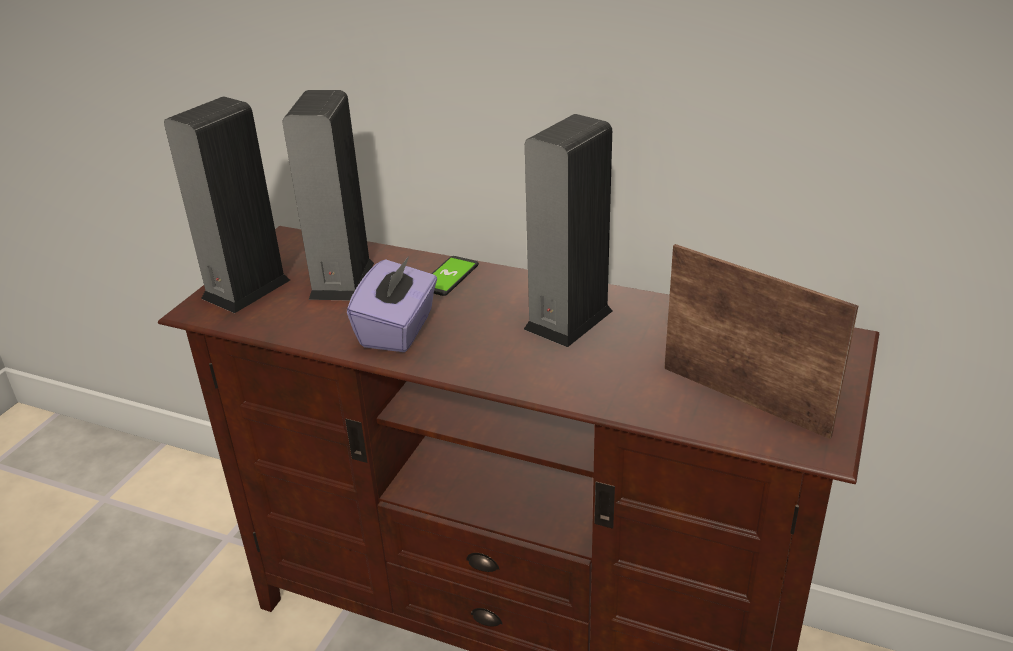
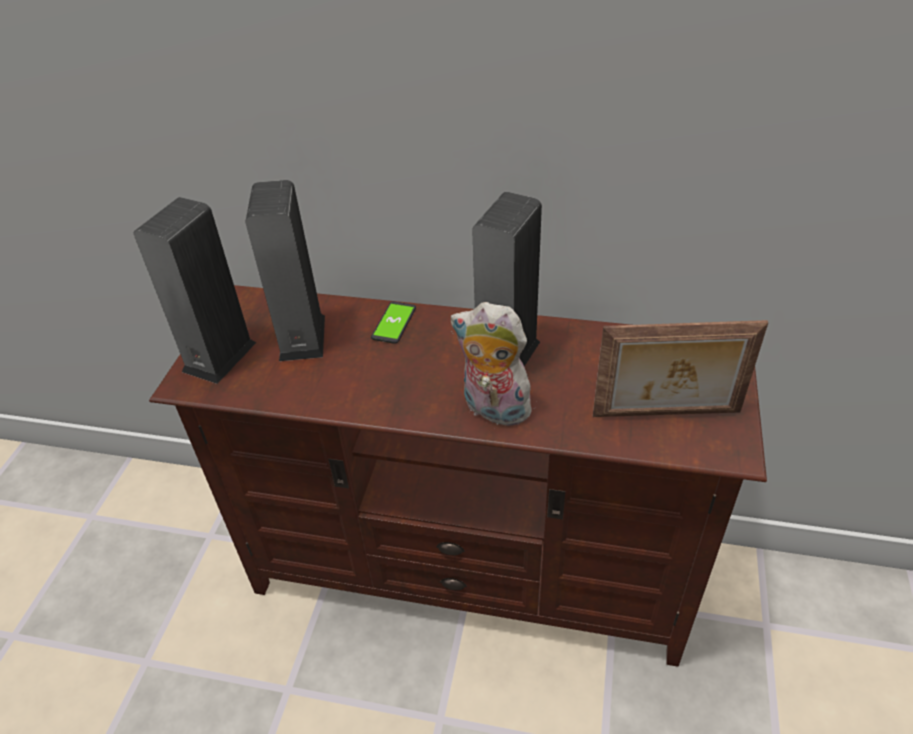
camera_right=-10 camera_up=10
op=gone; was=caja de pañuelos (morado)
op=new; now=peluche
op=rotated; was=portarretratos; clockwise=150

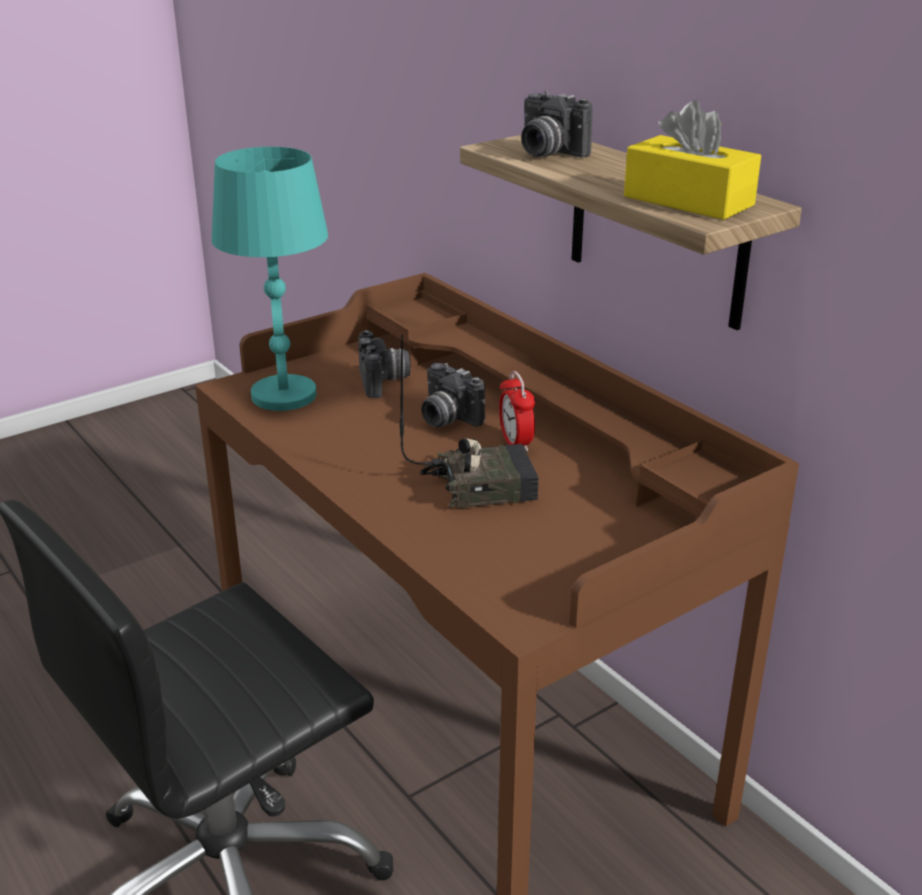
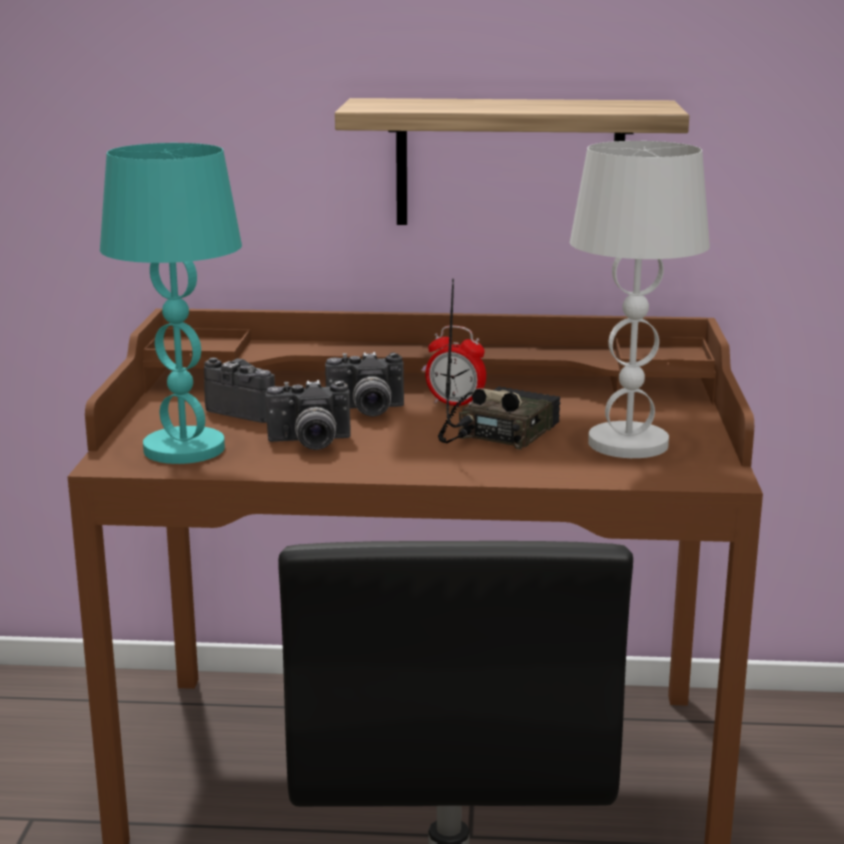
camera_right=-50 camera_up=-10
op=gone; was=caja de pañuelos (amarillo)
op=new; now=lámpara de mesa (blanco)
op=shifted; was=cámara (no. 3 from left in the first image); now=cámara (no. 2 from left)

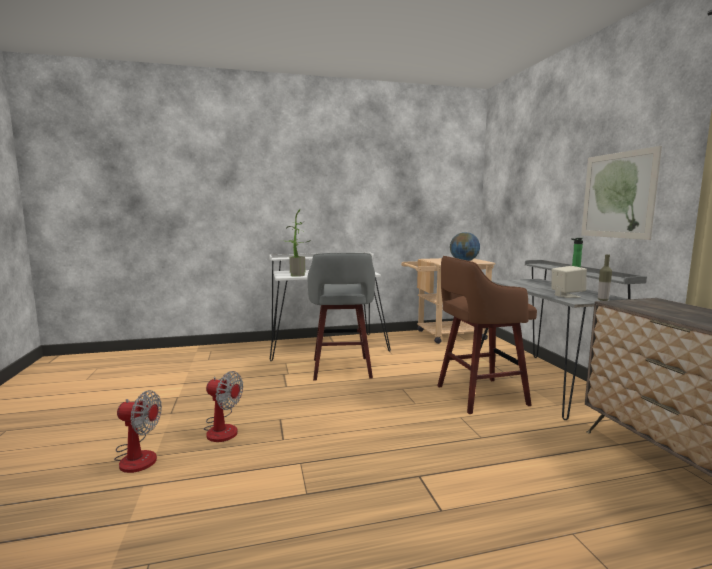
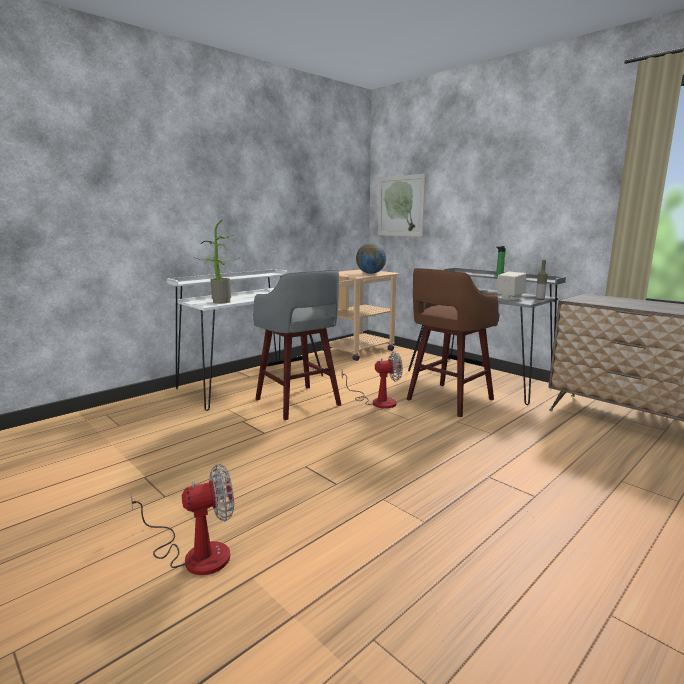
camera_right=-30 camera_up=5
op=shifted; was=ventilador (no. 2 from left)
op=shifted; was=cuadro

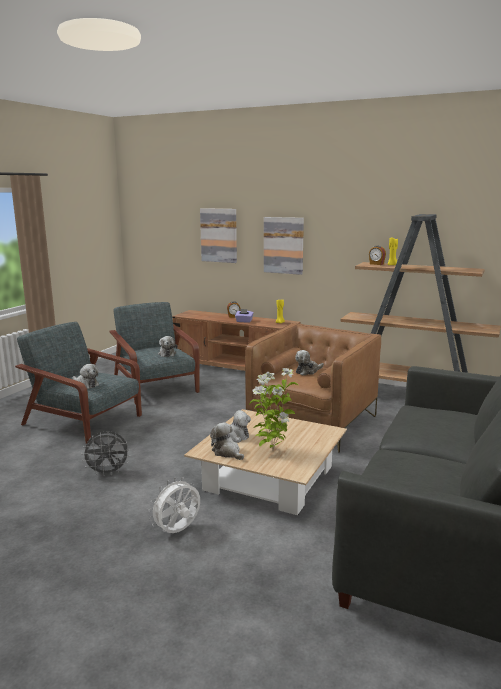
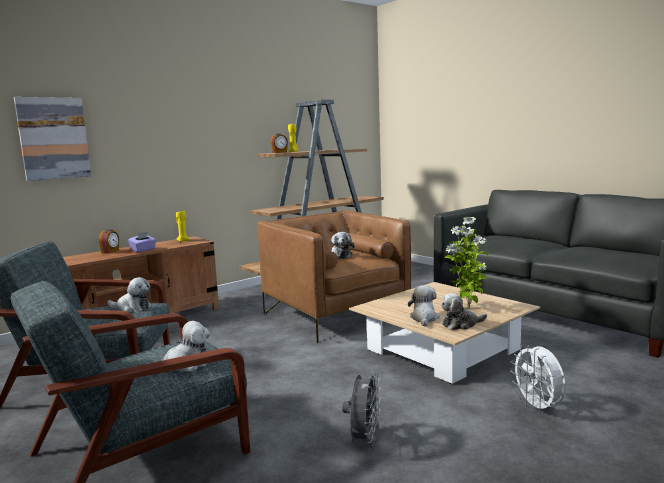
camera_right=-65 camera_up=-5
op=gone; was=cuadro (no. 2 from left)

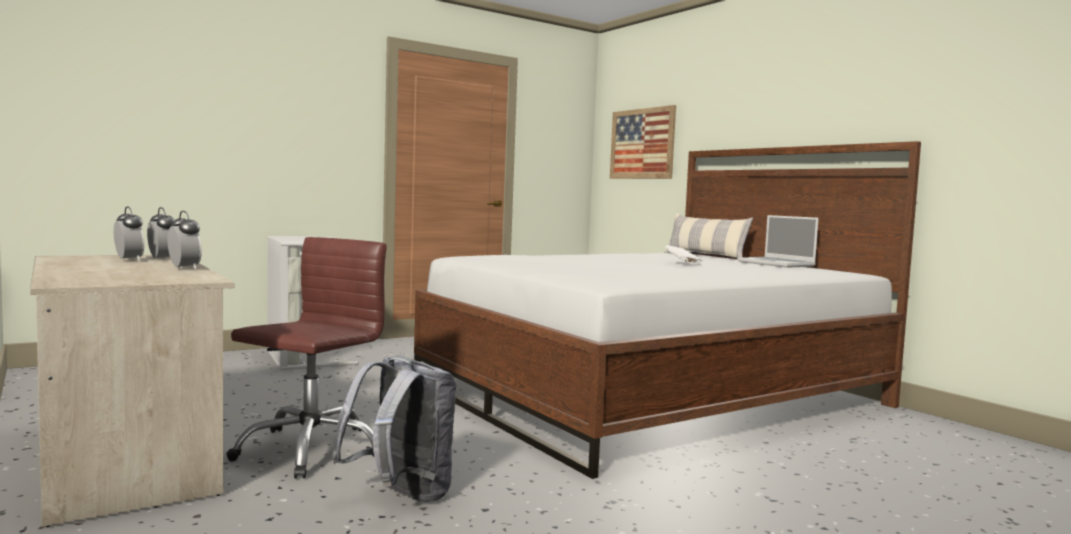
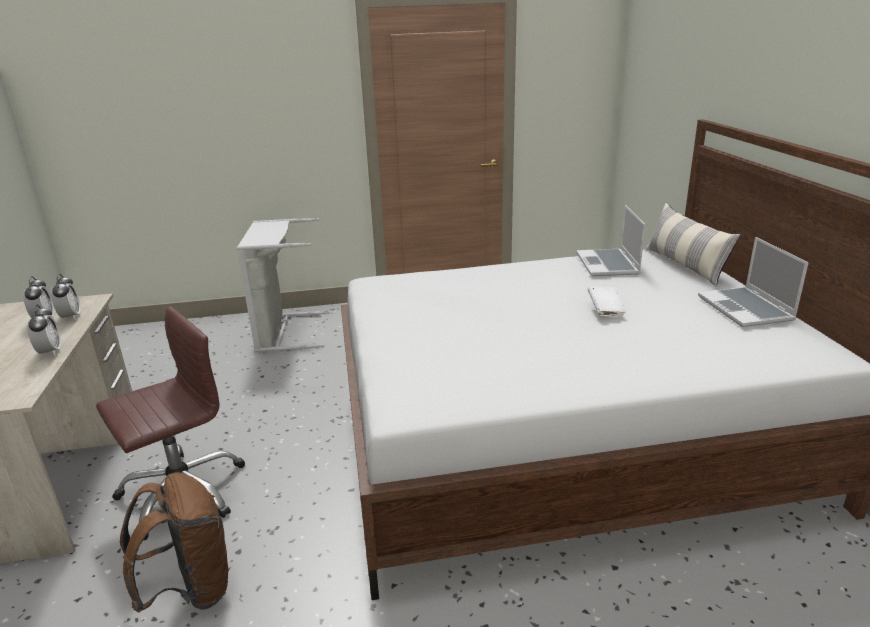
camera_right=25 camera_up=20
op=gone; was=cuadro
op=new; now=portátil (no. 1 from left)
op=repainted; was=mochila (gris); now=mochila (marrón)

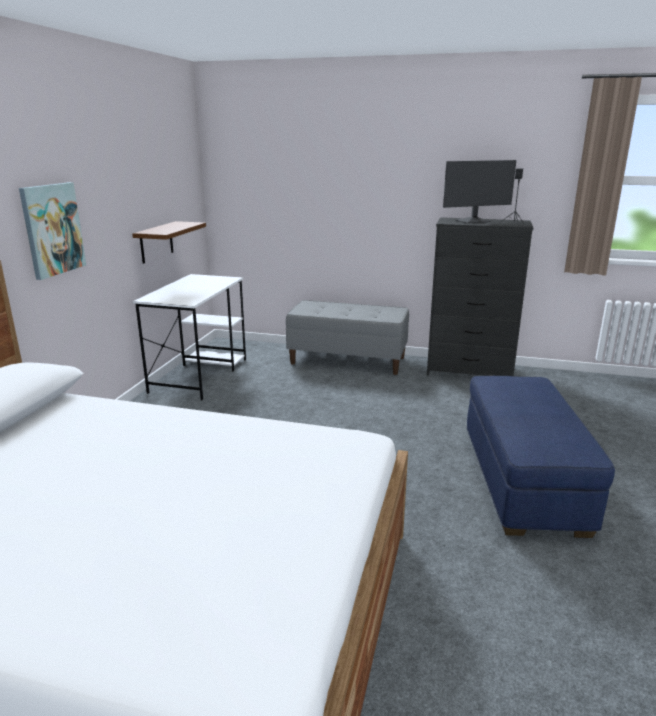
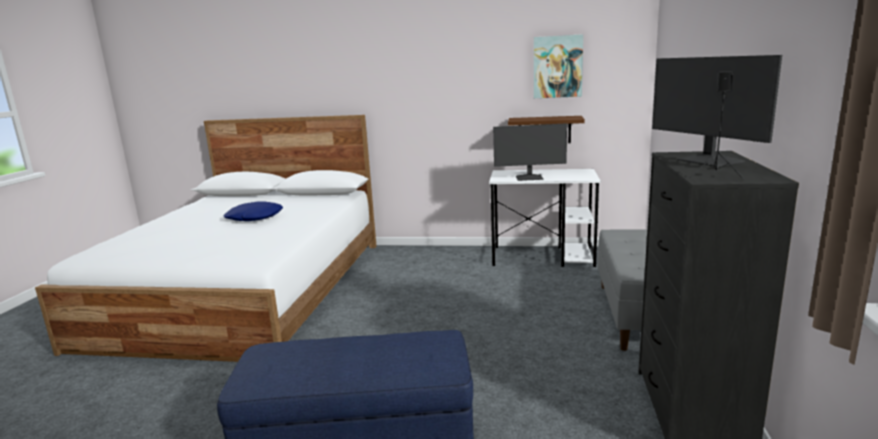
camera_right=85 camera_up=-5
op=new; now=cojín (azul)
op=new; now=monitor (no. 1 from left)
op=shifted; was=cuadro

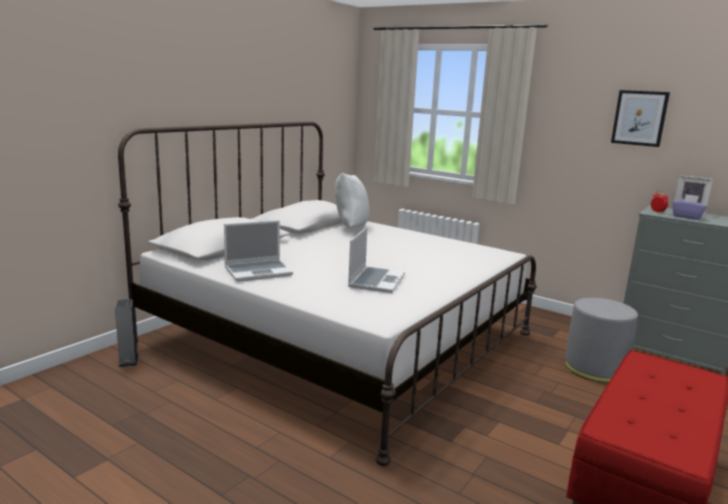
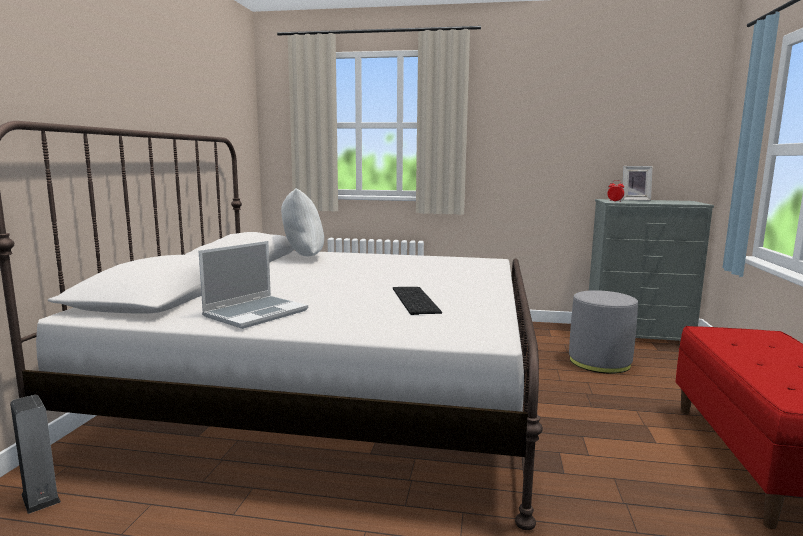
camera_right=-25 camera_up=-5
op=gone; was=cuadro
op=gone; was=caja de pañuelos (morado)
op=swapped; was=portátil (no. 2 from left); now=teclado

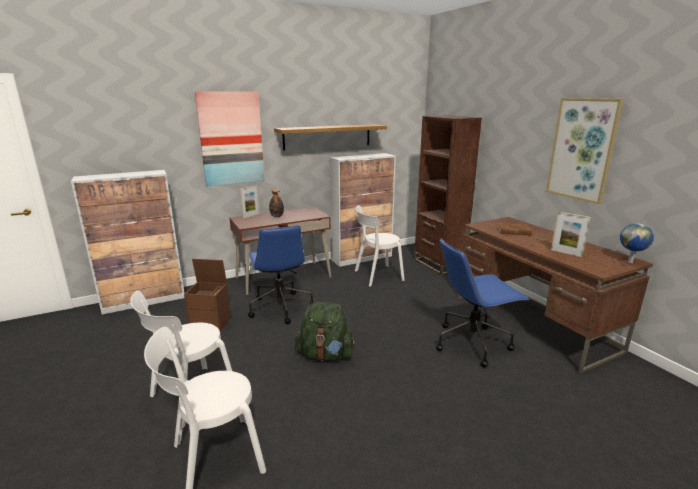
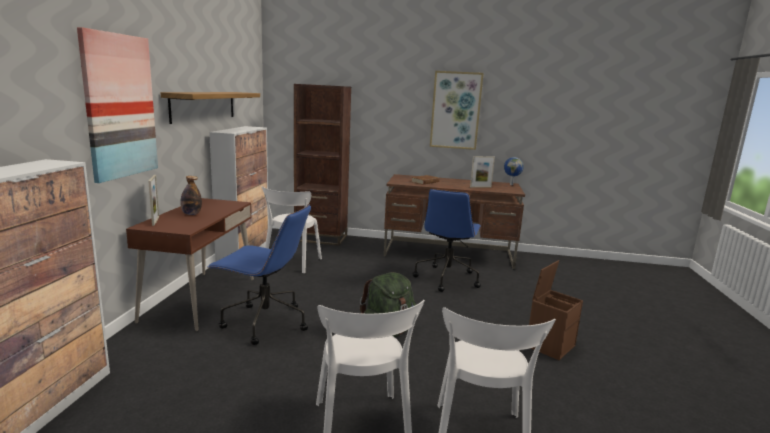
camera_right=-55 camera_up=-5
op=shifted; was=caja de almacenaje (marrón)

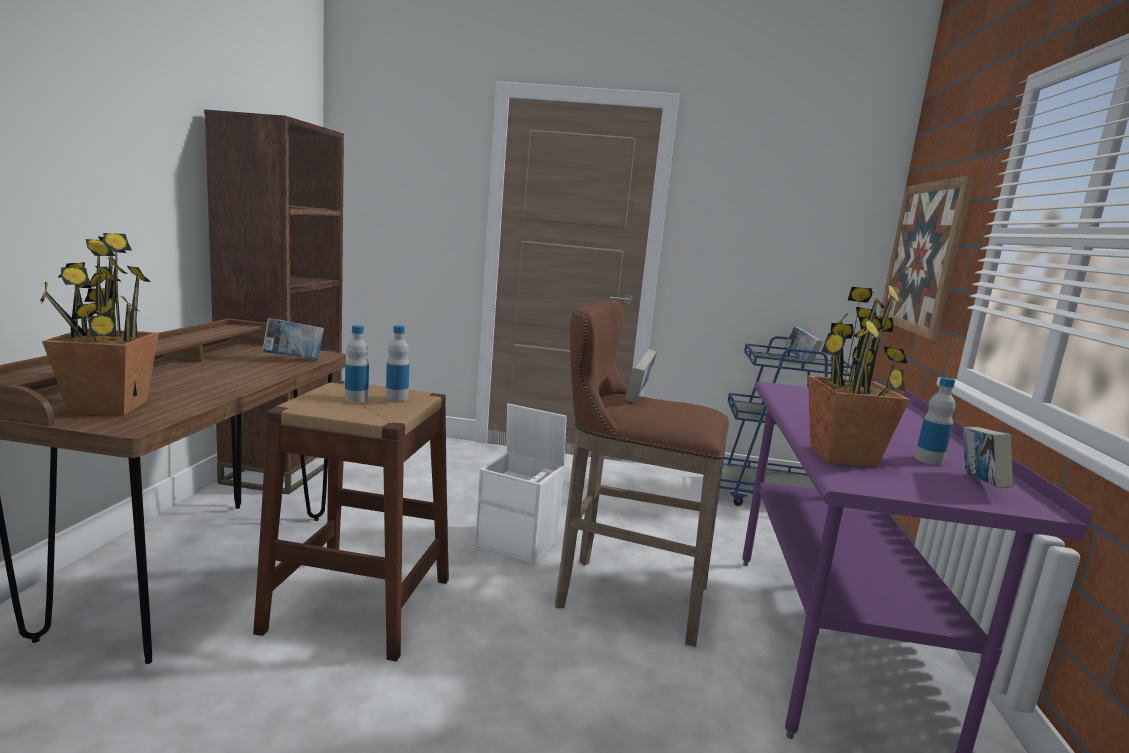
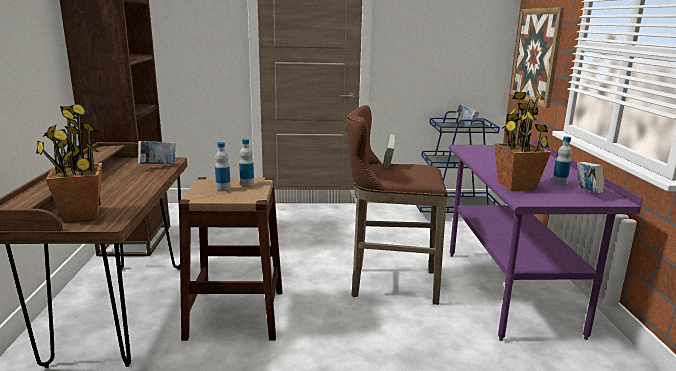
camera_right=-10 camera_up=5
op=gone; was=caja de almacenaje (blanco)

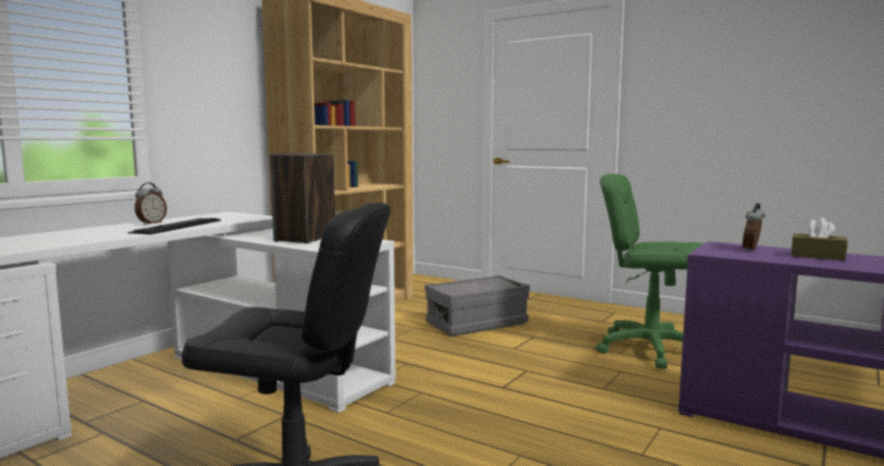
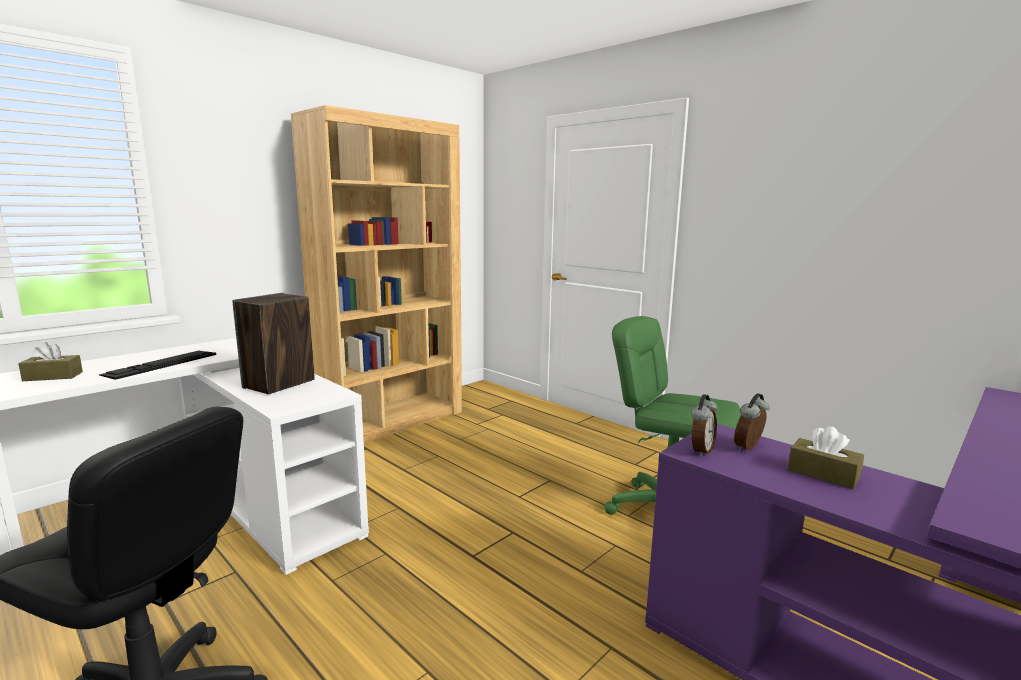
camera_right=10 camera_up=5
op=gone; was=caja de almacenaje (gris)
op=new; now=caja de pañuelos (marrón) (no. 1 from left)
op=shifted; was=despertador (no. 1 from left)

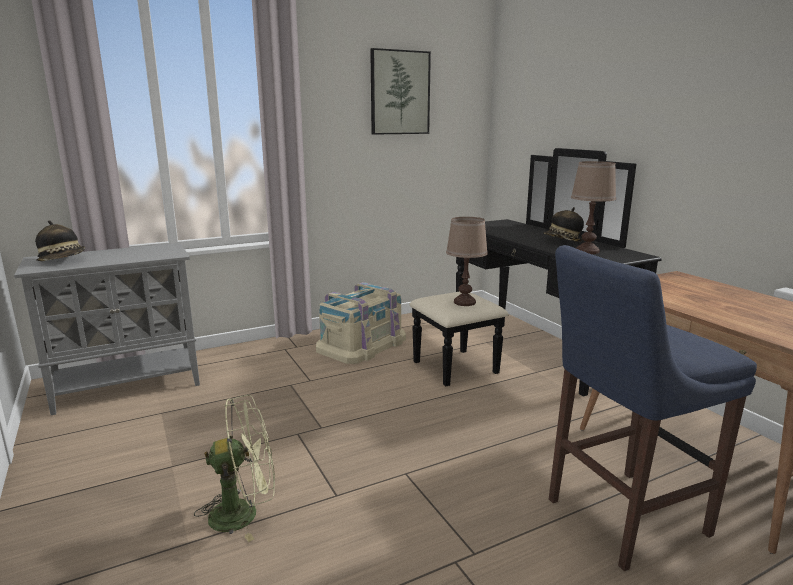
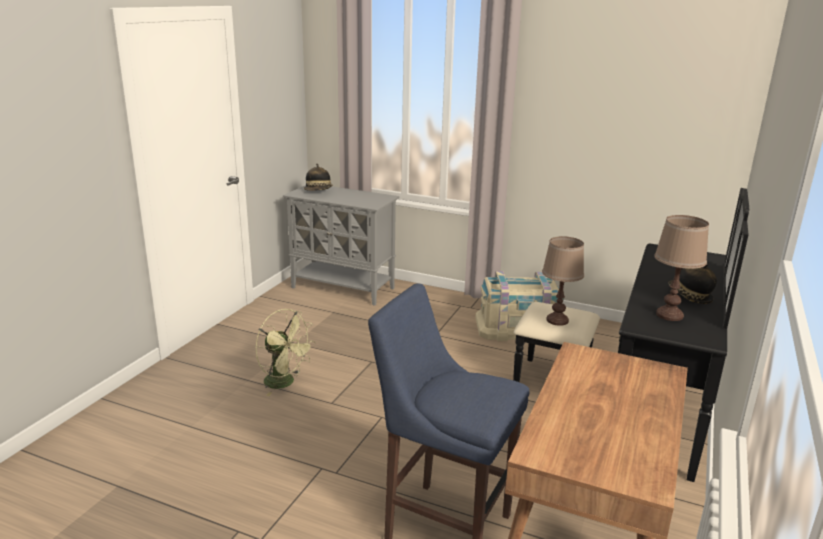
camera_right=50 camera_up=5
op=gone; was=cuadro

